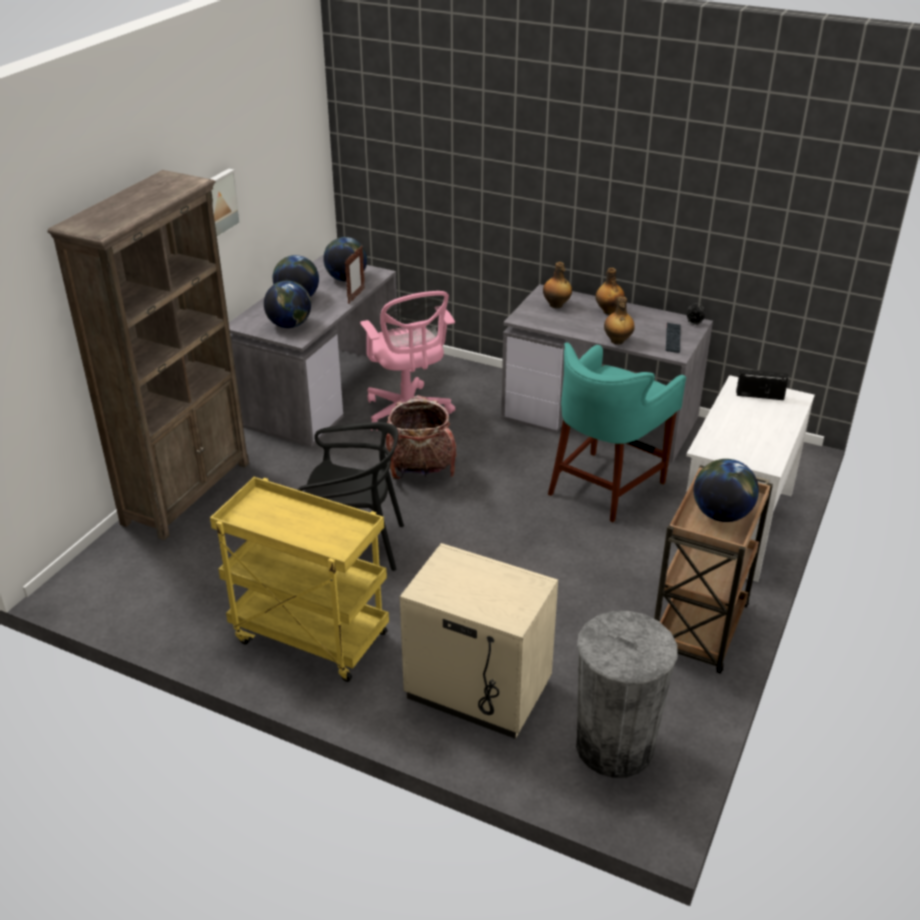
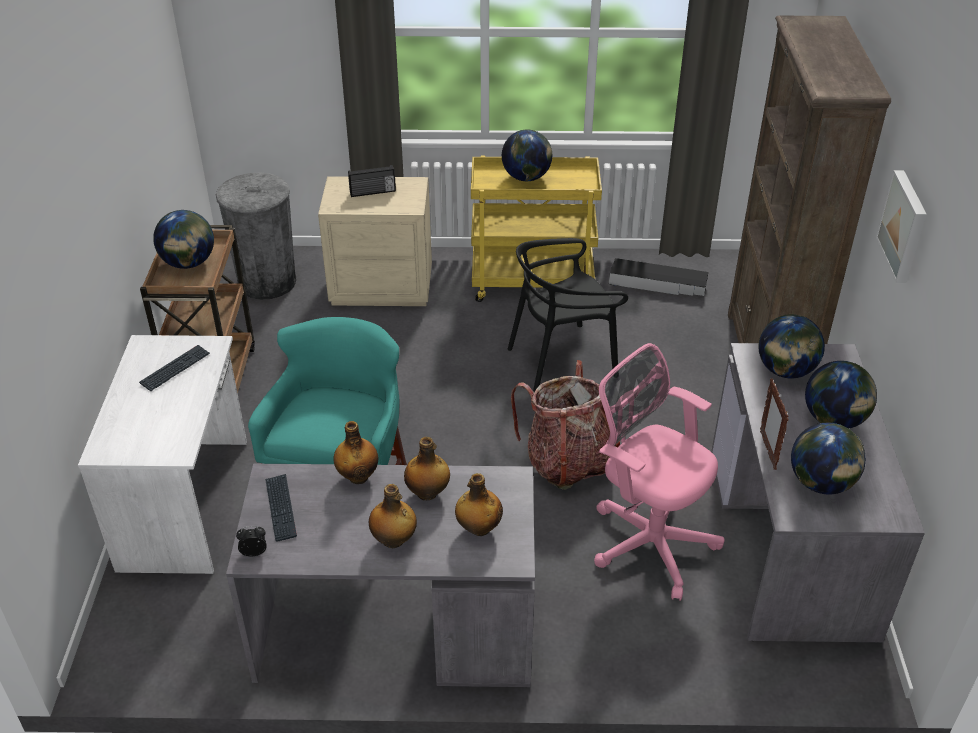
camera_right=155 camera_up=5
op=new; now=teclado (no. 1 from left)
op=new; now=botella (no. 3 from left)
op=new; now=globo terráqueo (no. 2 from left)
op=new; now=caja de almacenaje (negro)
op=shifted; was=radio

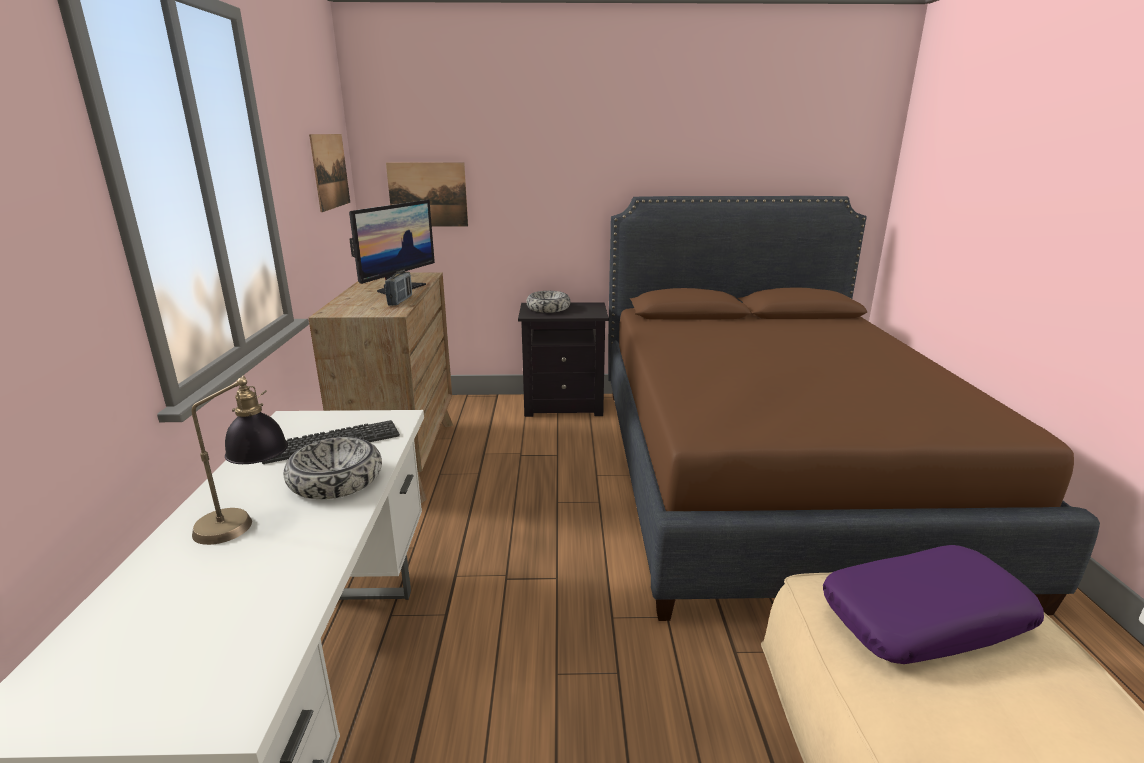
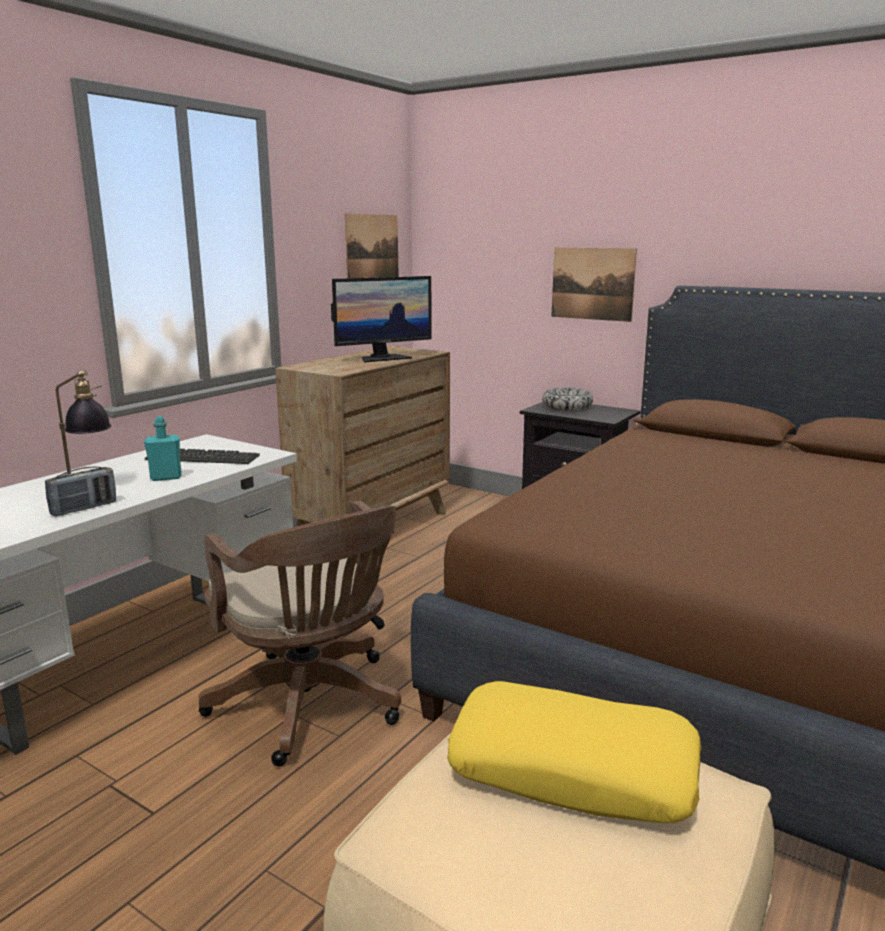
camera_right=35 camera_up=-5
op=new; now=silla de oficina (marrón)
op=shifted; was=radio
op=shifted; was=cuadro (no. 2 from left)
op=swapped; was=cuenco (no. 1 from left); now=botella (turquesa)
op=repainted; was=cojín (morado); now=cojín (amarillo)

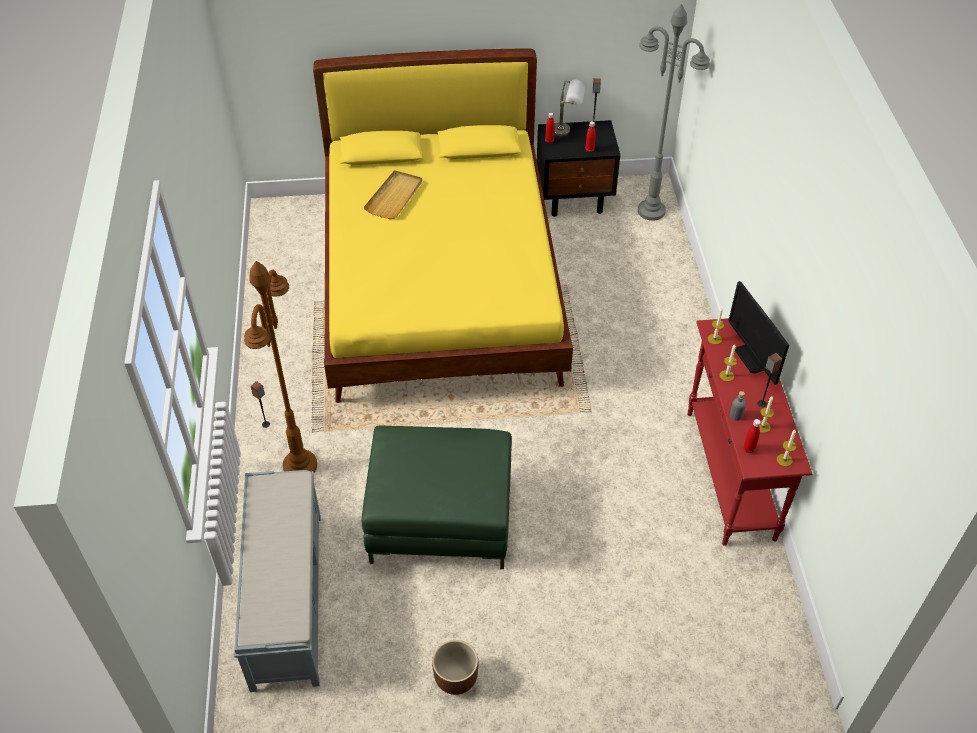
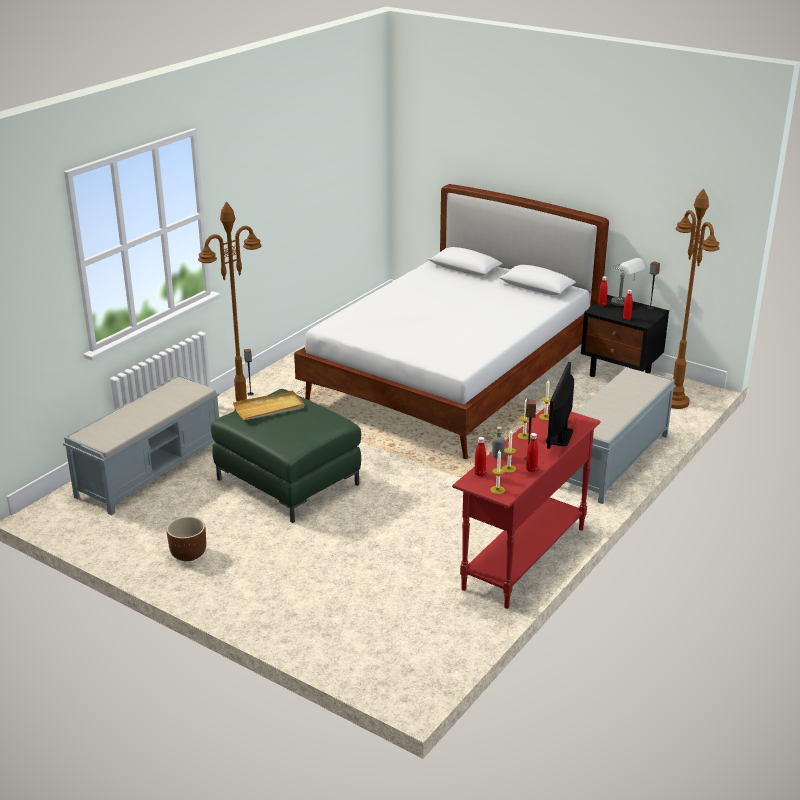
camera_right=40 camera_up=-20
op=new; now=botella (rojo) (no. 2 from left)
op=new; now=banco (gris) (no. 2 from left)
op=shifted; was=bandeja (beis)
op=repainted; was=cama (amarillo); now=cama (blanco)
op=repainted; was=lámpara de pie (gris); now=lámpara de pie (marrón) (no. 2 from left)

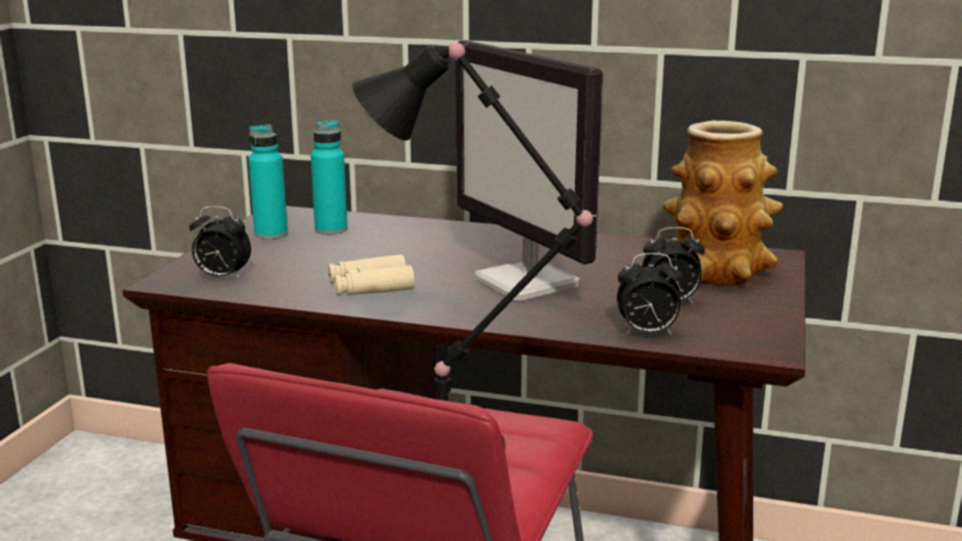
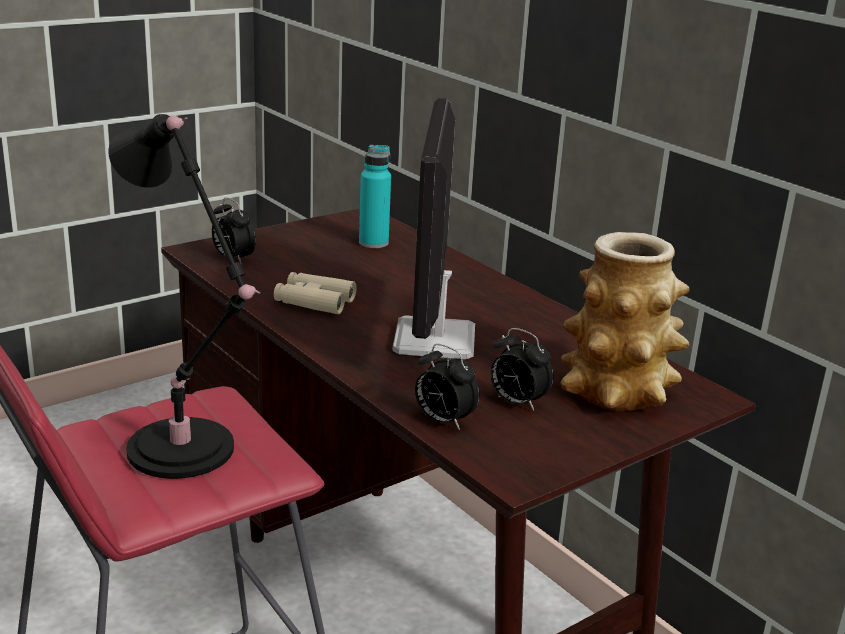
camera_right=35 camera_up=5
op=gone; was=botella (turquesa) (no. 1 from left)

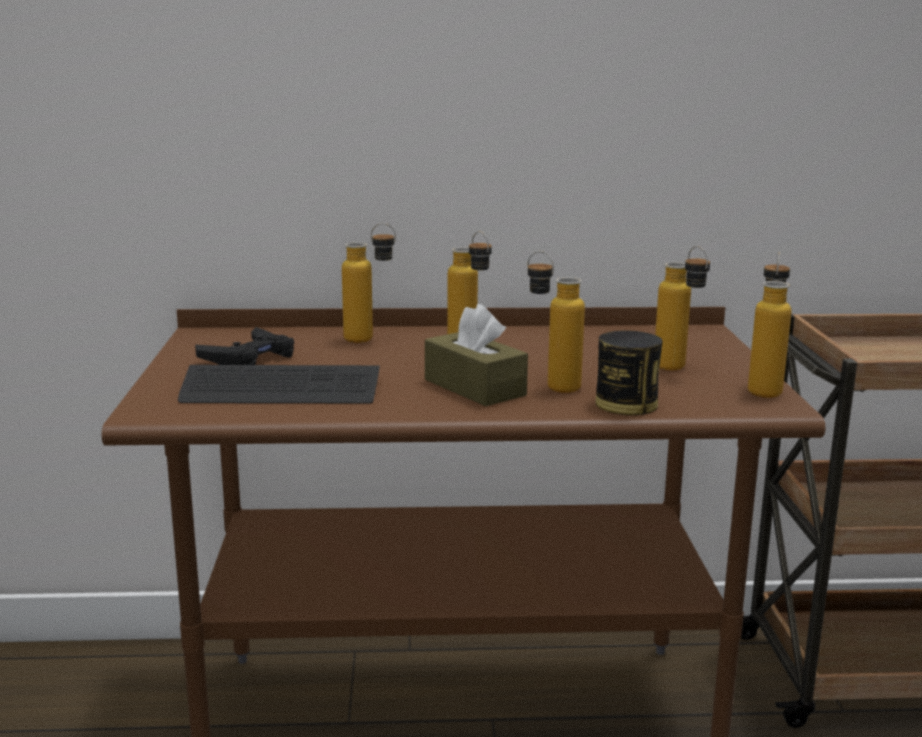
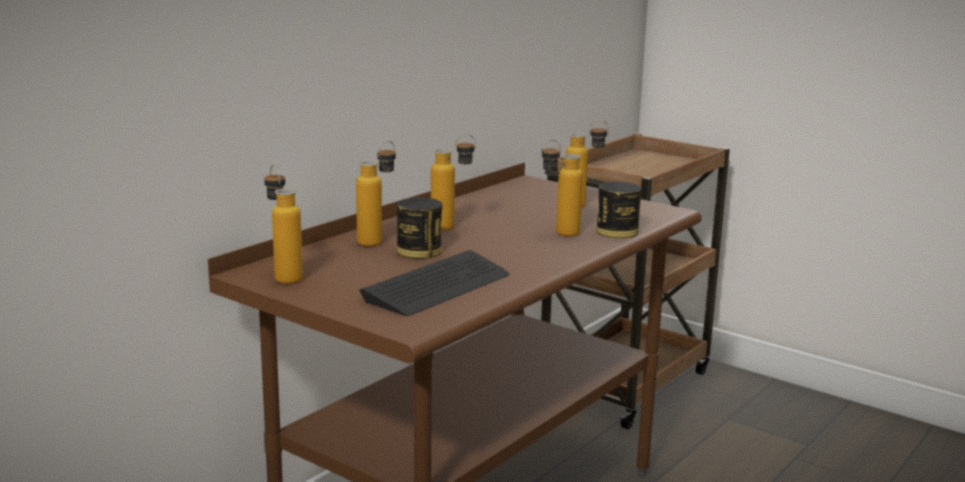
camera_right=-50 camera_up=0
op=gone; was=mando de consola (negro)
op=gone; was=caja de pañuelos (marrón)
op=new; now=lata (no. 1 from left)
op=shifted; was=botella (no. 5 from left in the first image); now=botella (no. 1 from left)

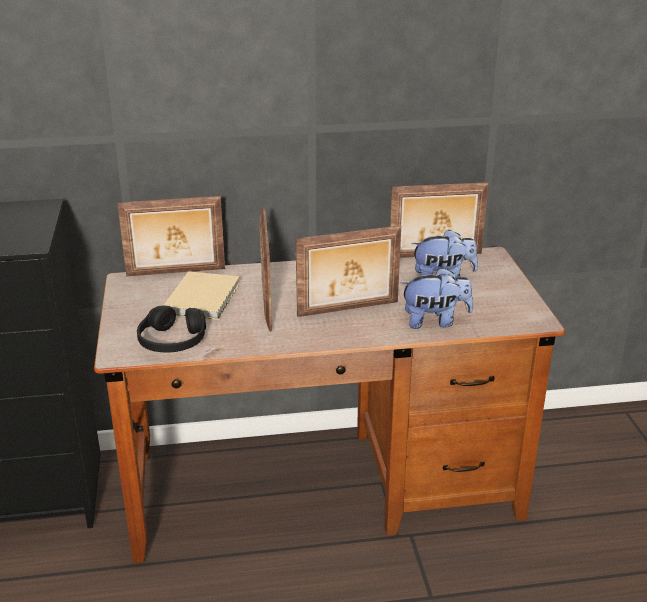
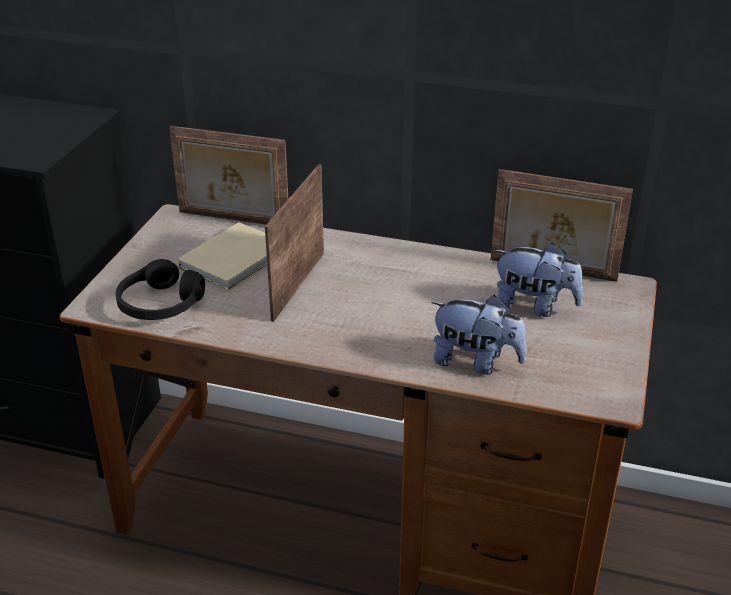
camera_right=25 camera_up=5
op=gone; was=portarretratos (no. 3 from left)

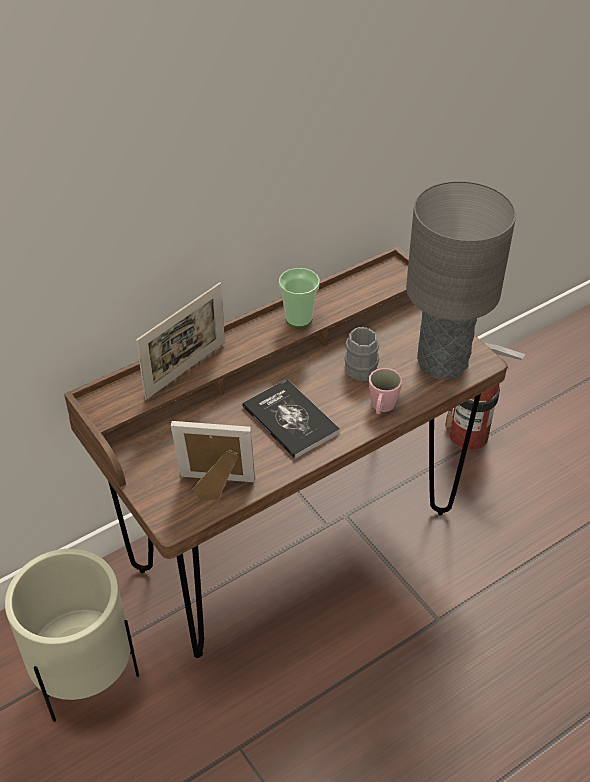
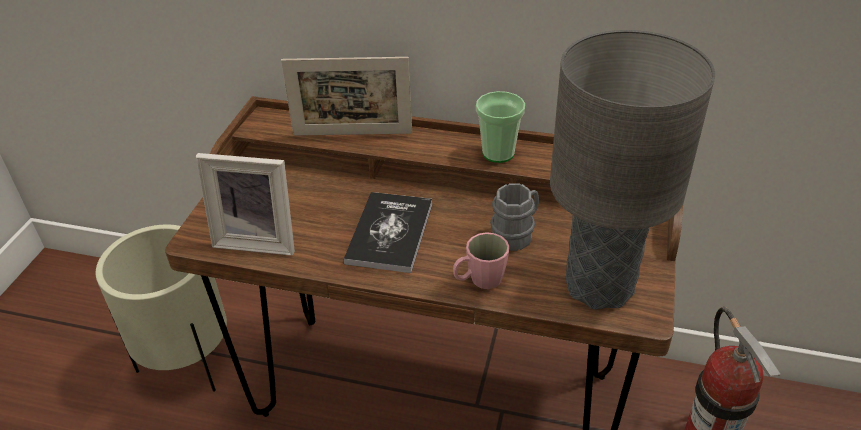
camera_right=50 camera_up=-5
op=rotated; was=portarretratos (no. 2 from left in the first image); clockwise=135

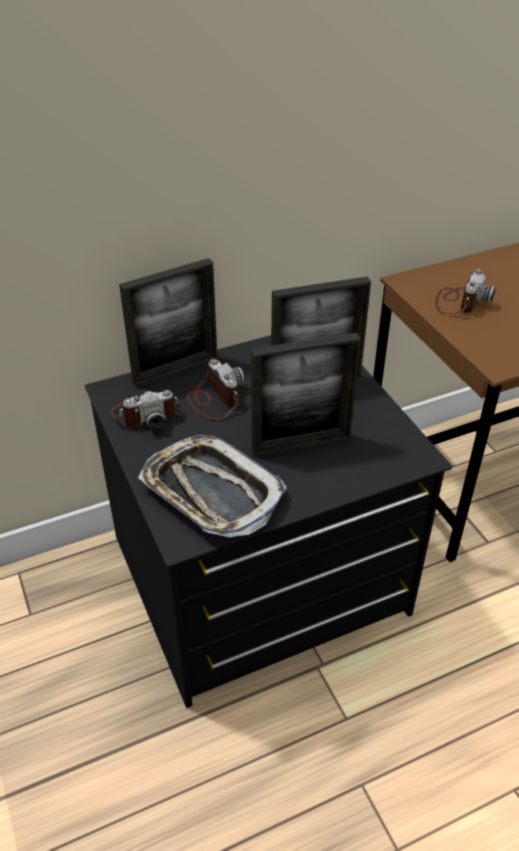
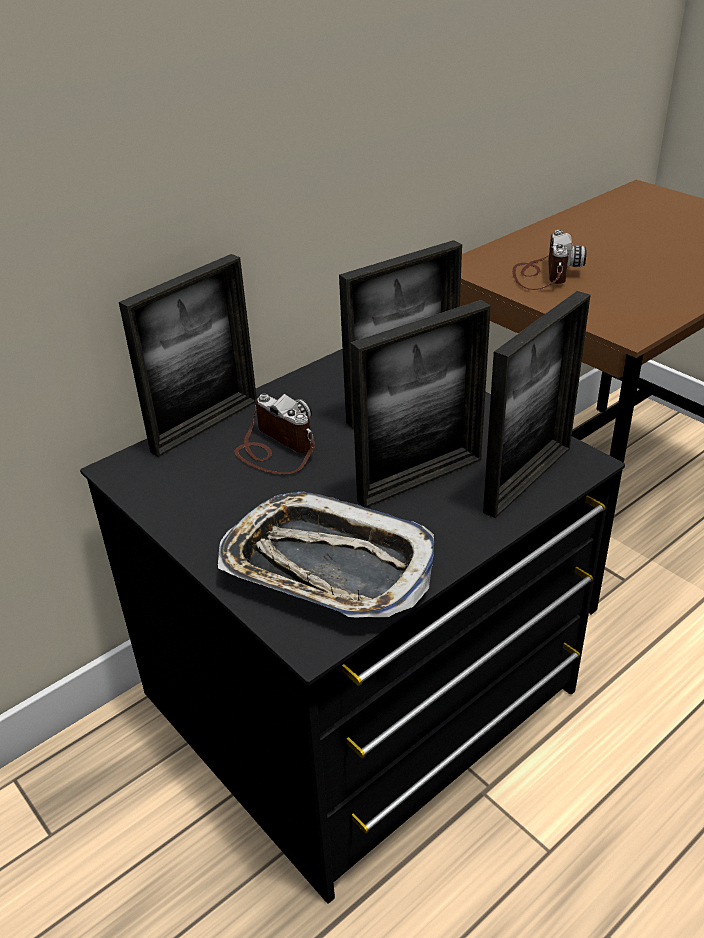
camera_right=-15 camera_up=-5
op=gone; was=cámara (no. 1 from left)
op=new; now=portarretratos (no. 4 from left)

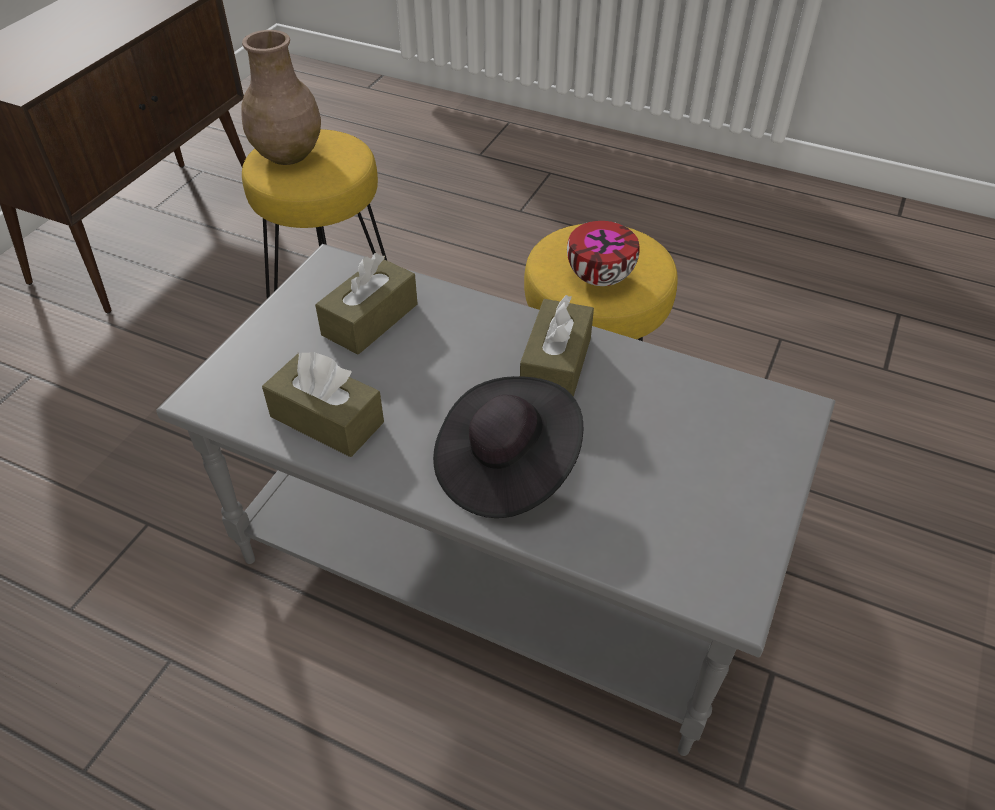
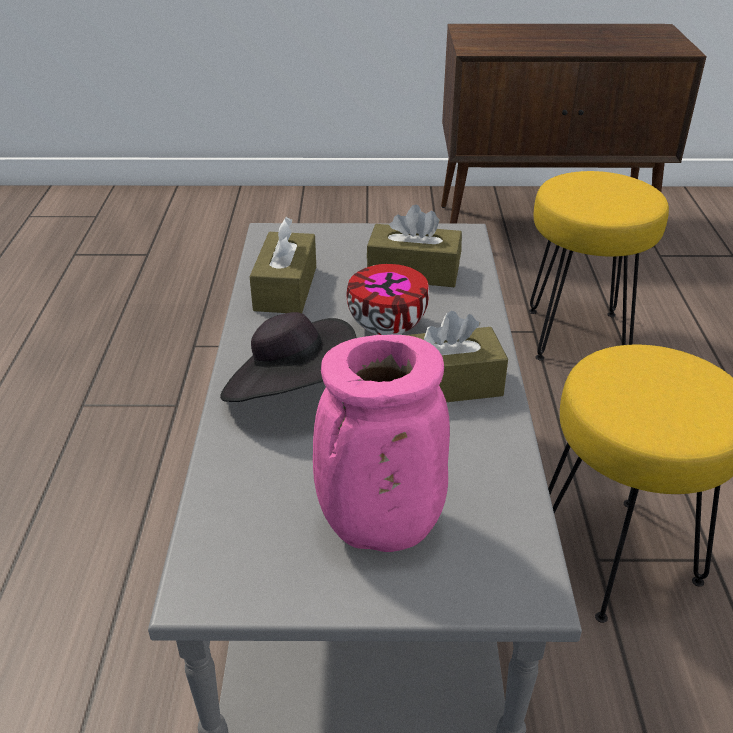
camera_right=65 camera_up=-10
op=gone; was=florero (marrón)
op=new; now=florero (rosa)
op=shifted; was=cuenco

